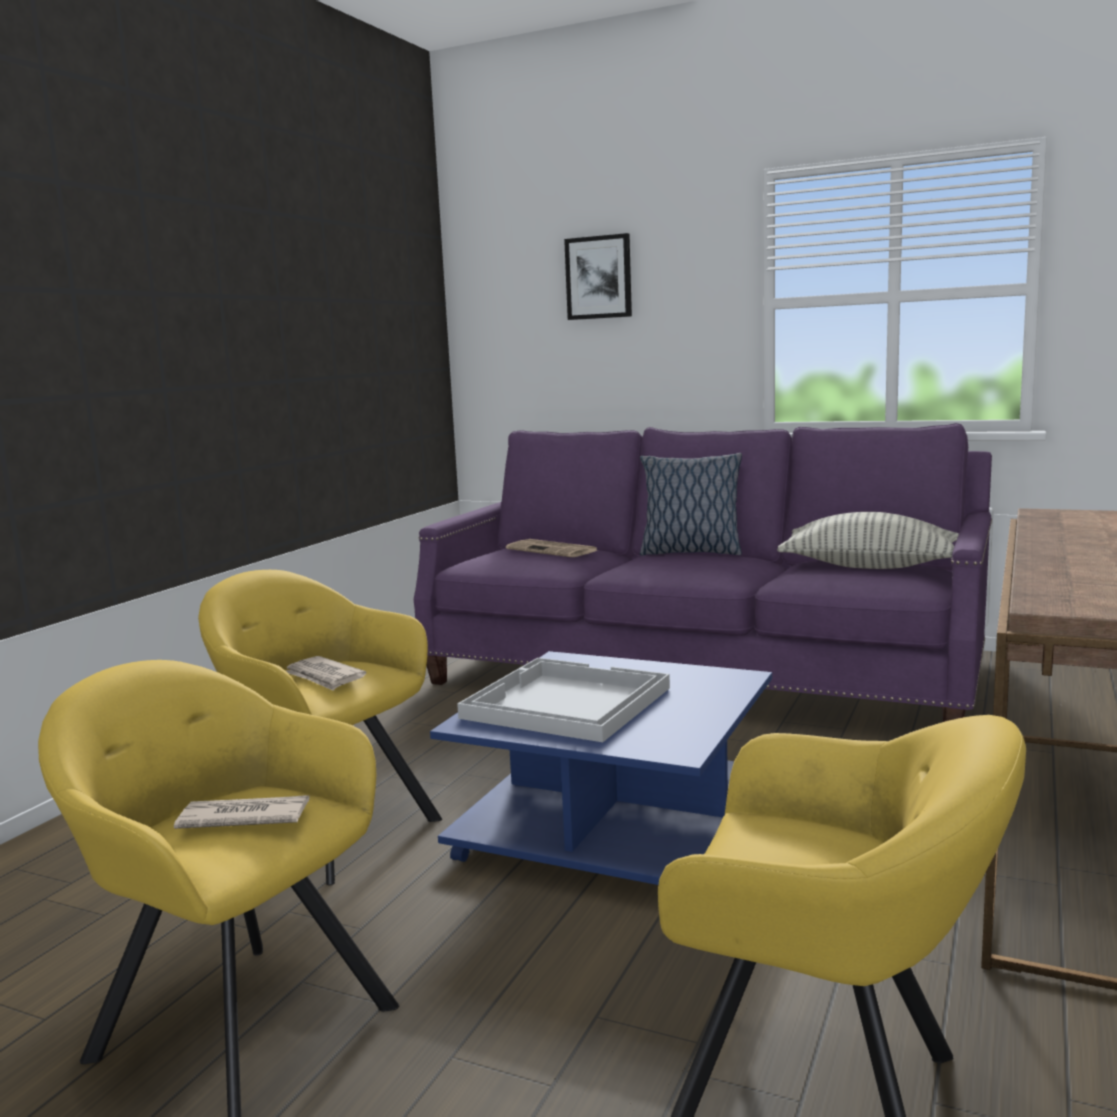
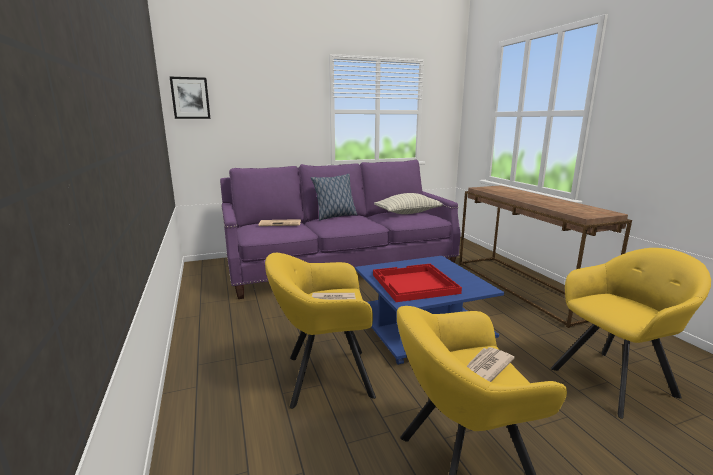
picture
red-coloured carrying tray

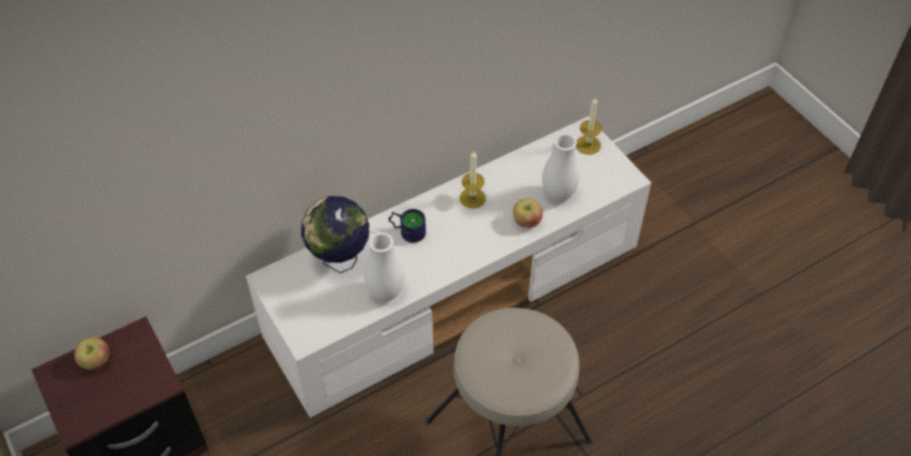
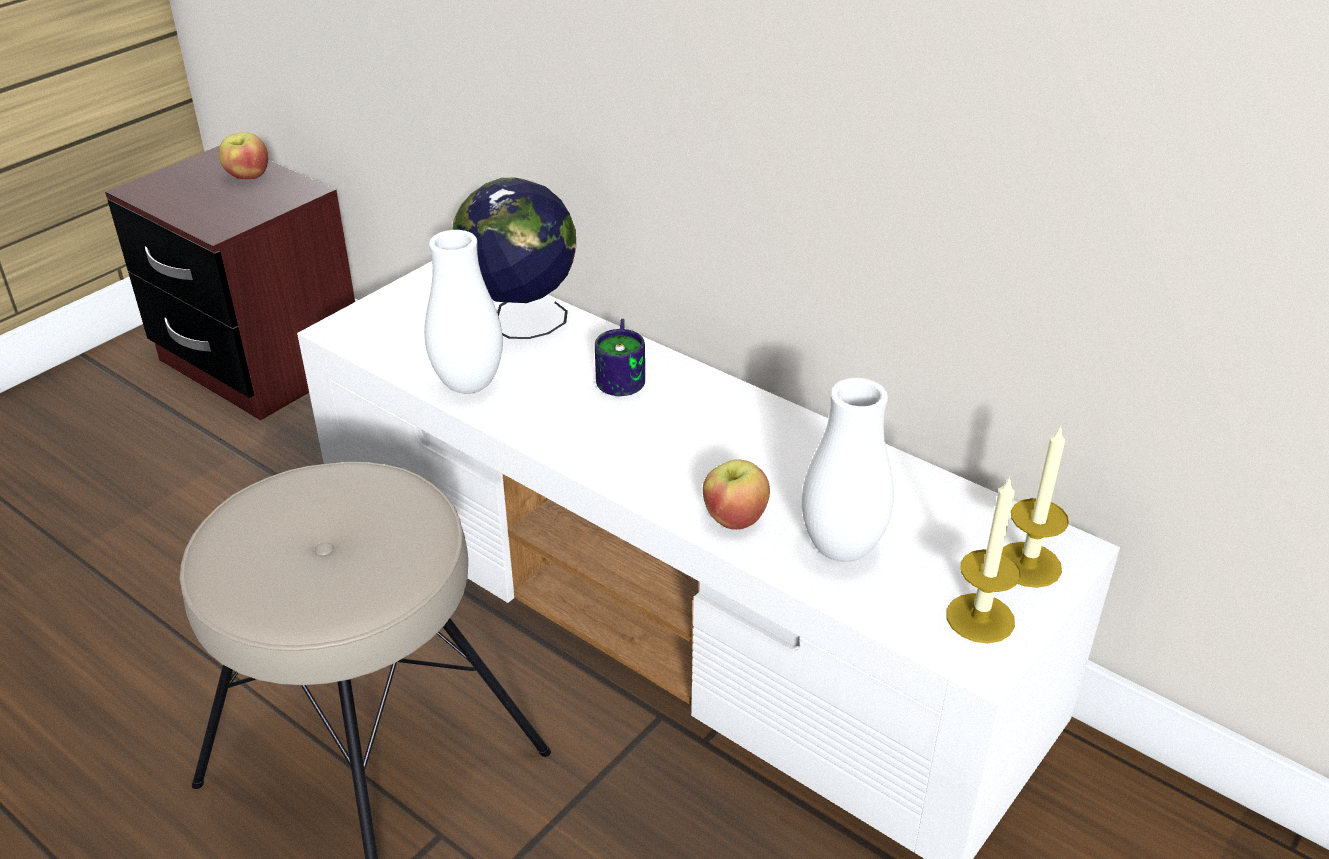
wax light (no. 1 from left)

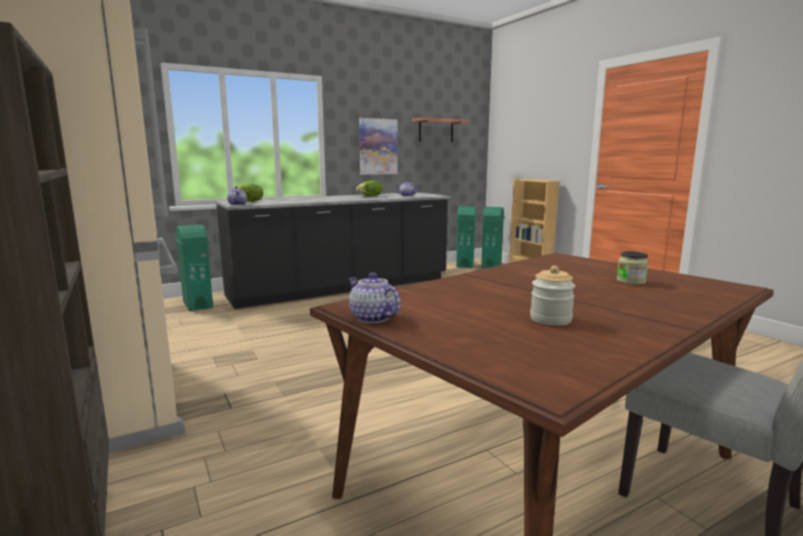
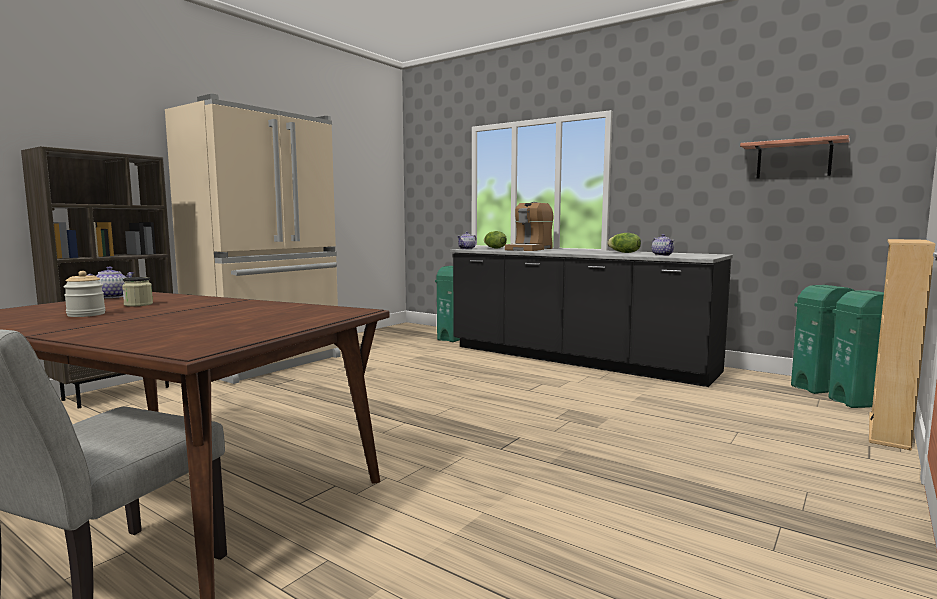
picture
coffee brewer
storage jar (no. 2 from left)

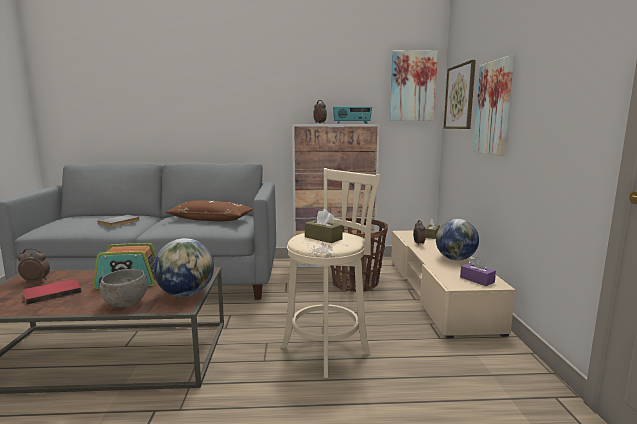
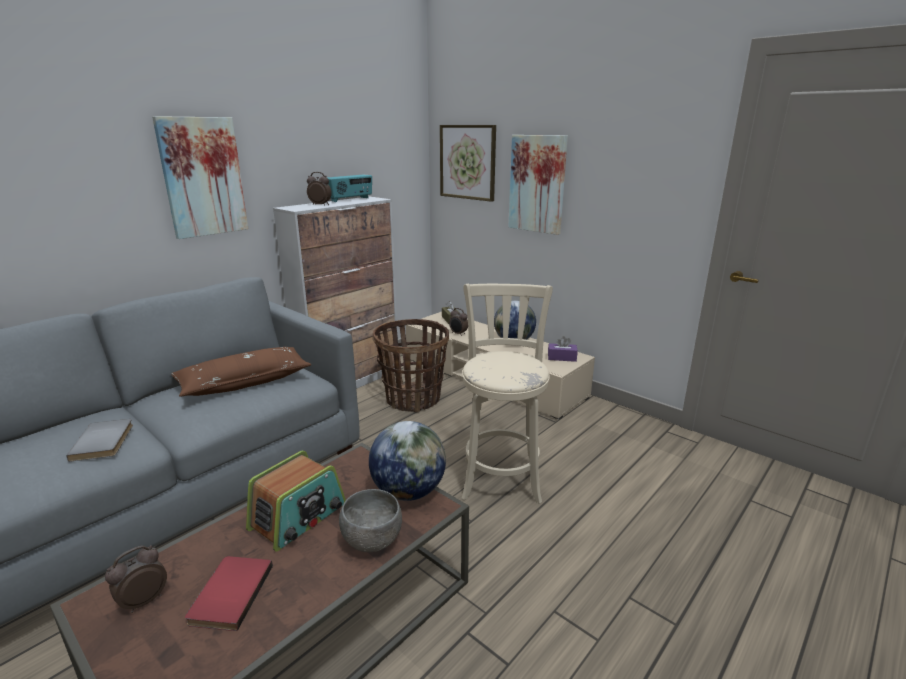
brown-coloured tissue box (no. 1 from left in the first image)
picture (no. 1 from left)

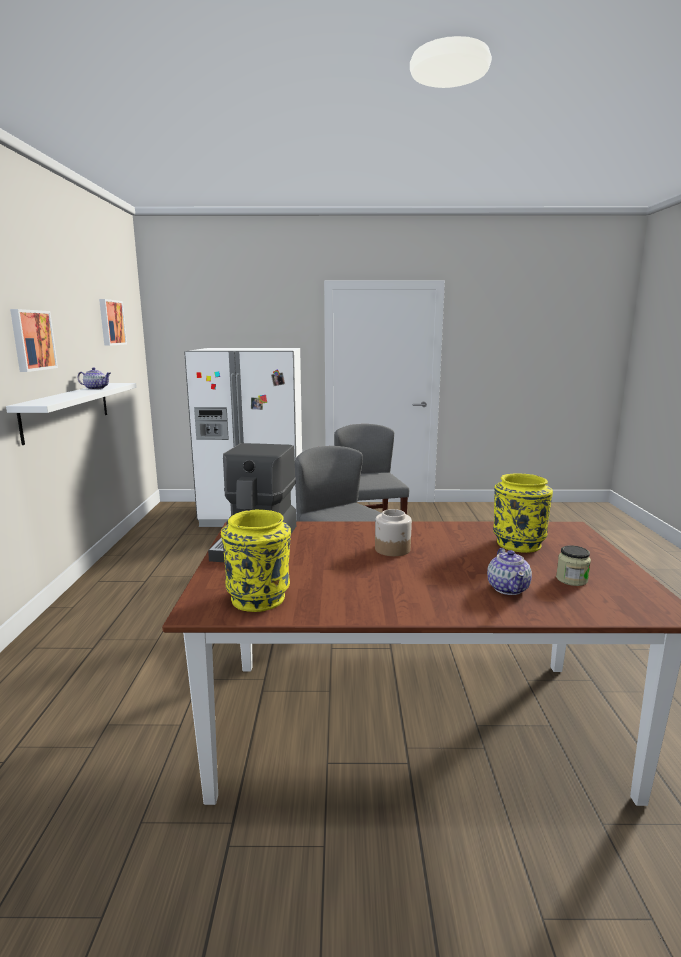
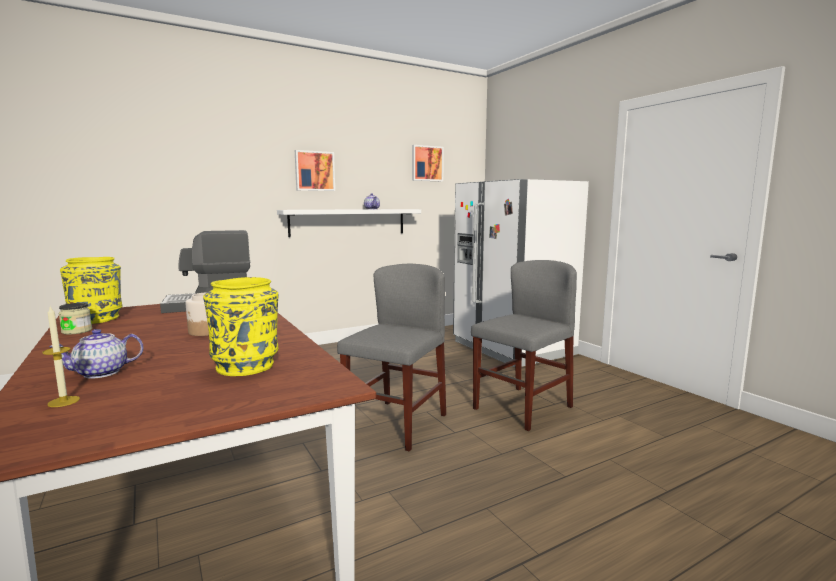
wax light
storage jar (no. 1 from left)

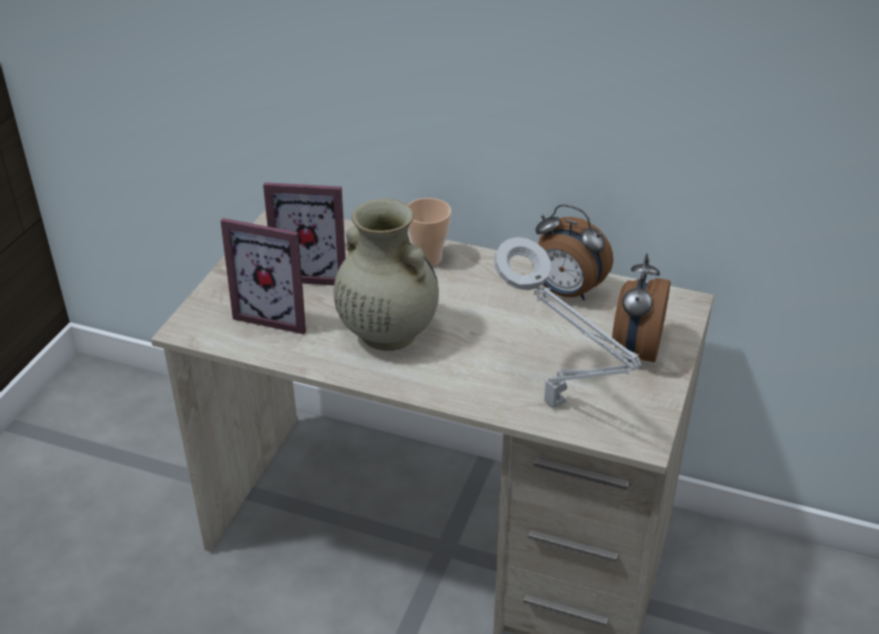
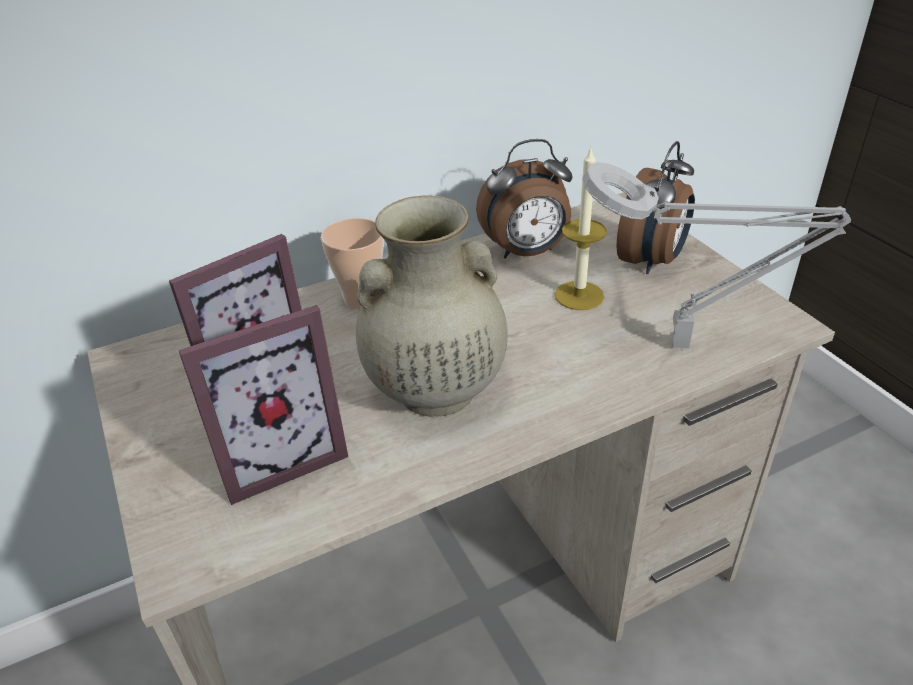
wax light
alarm clock (no. 2 from left)

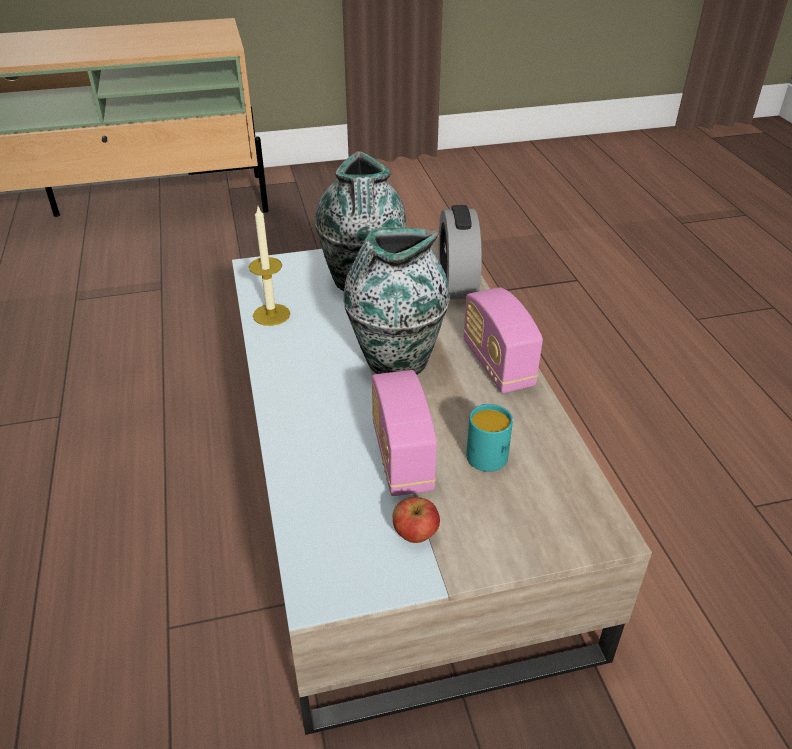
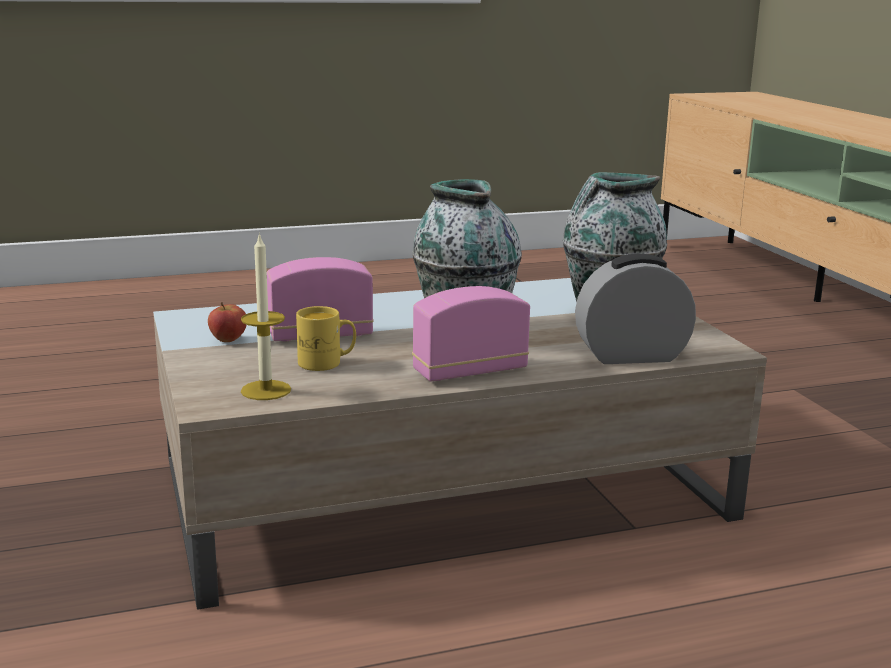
wax light
yellowish tea mug

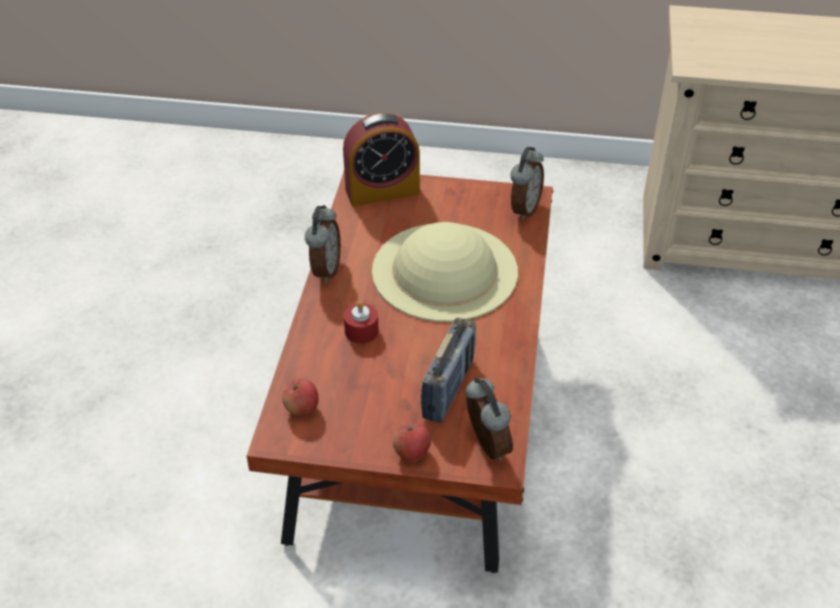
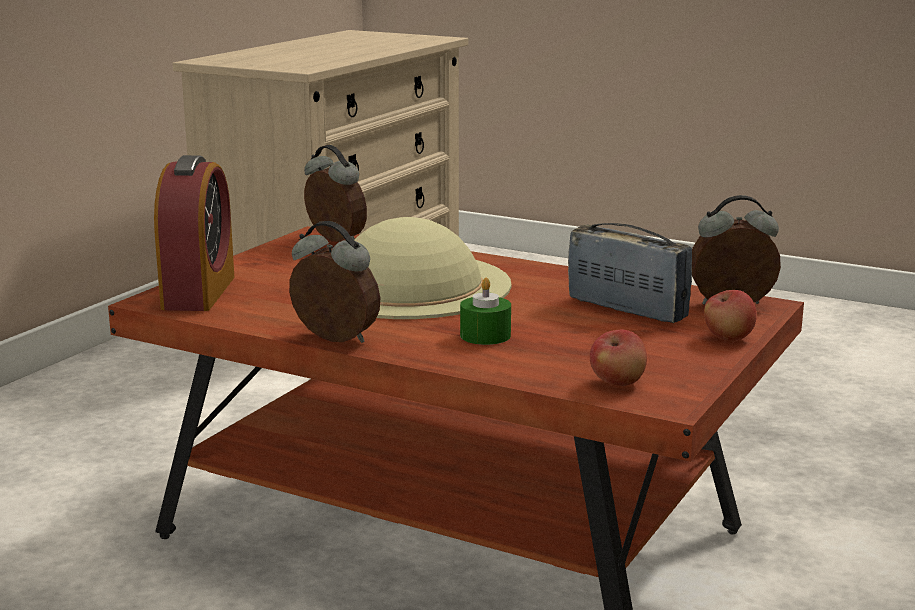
greenish wax light

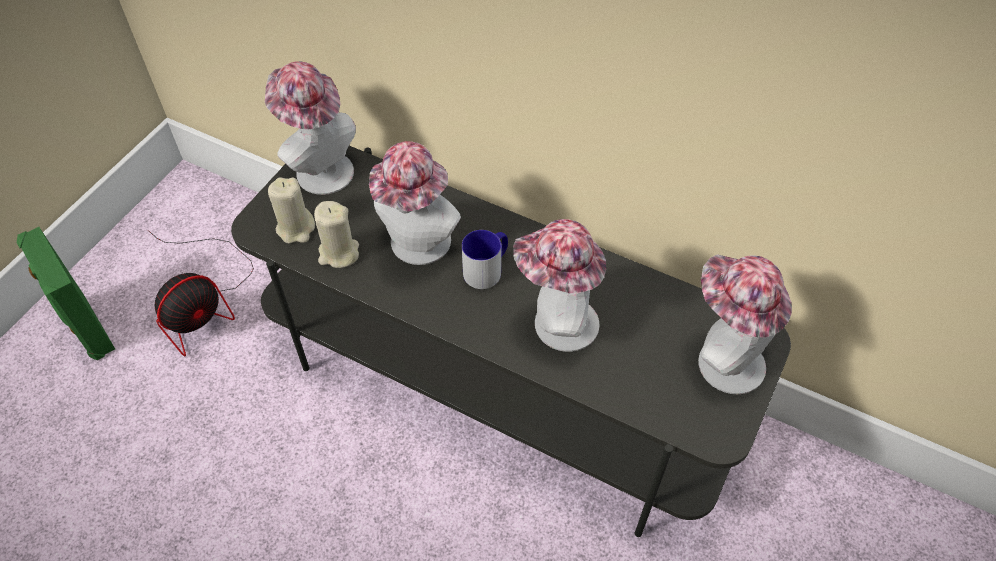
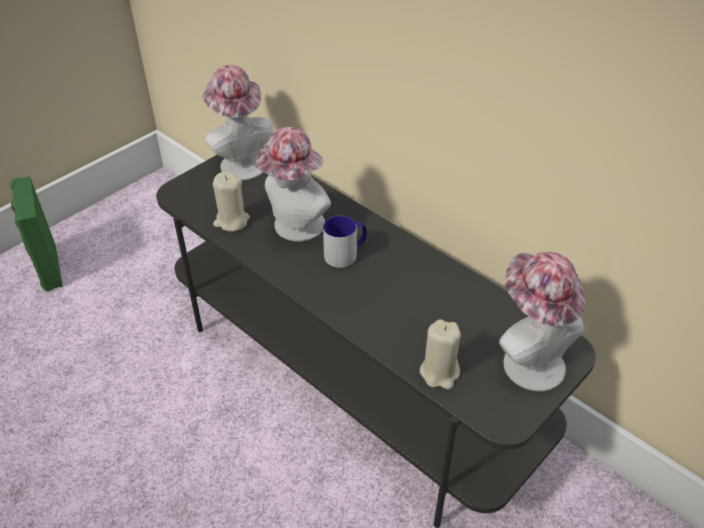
electric fan
wearable hat (no. 3 from left in the first image)
sand-coloured wax light (no. 2 from left)

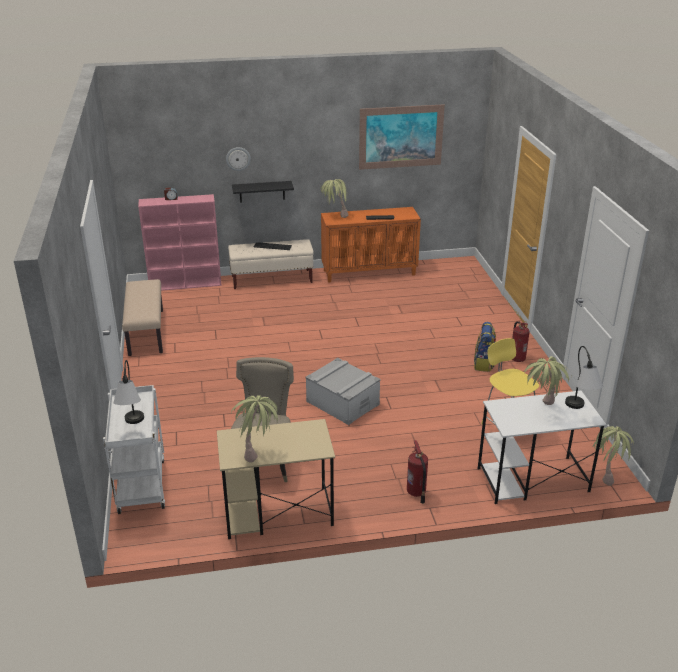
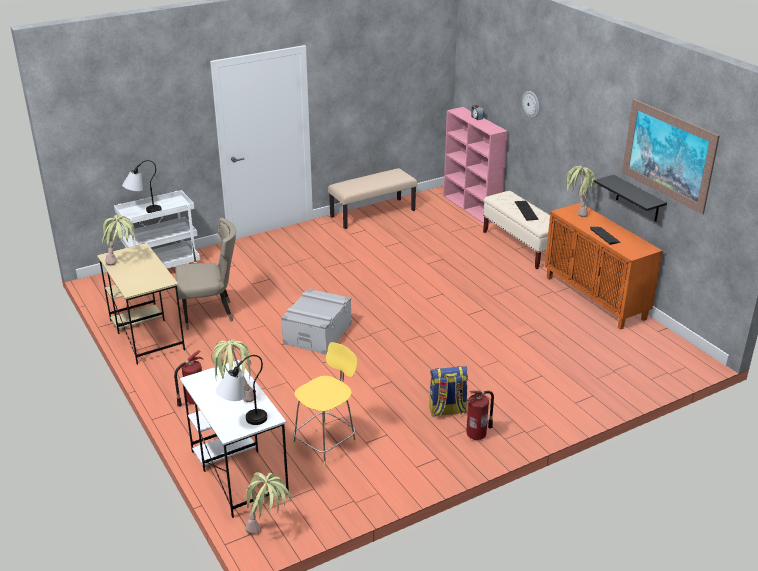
blackish wall shelf

